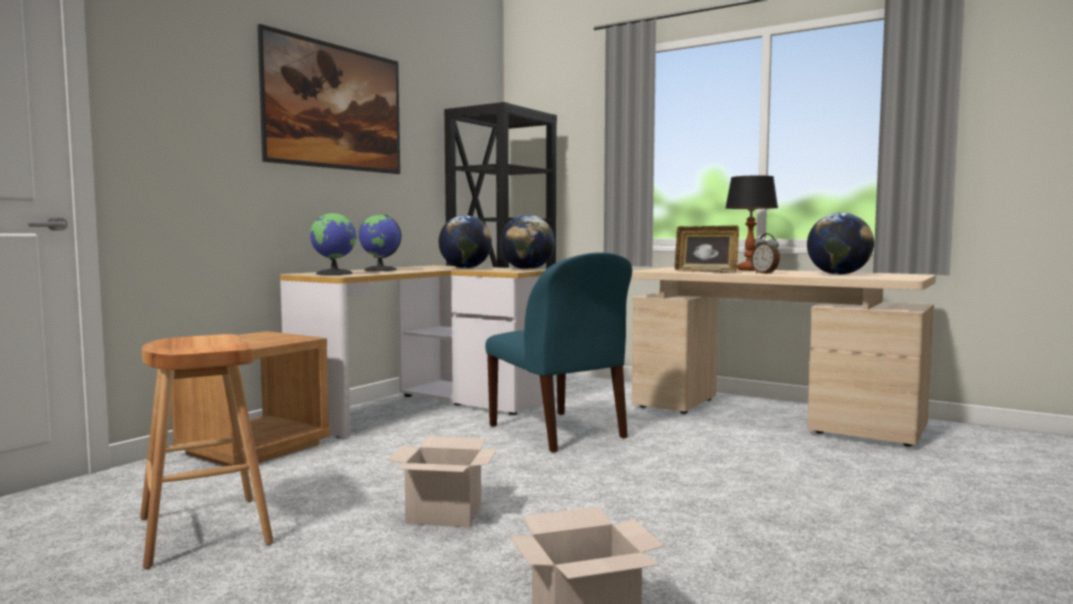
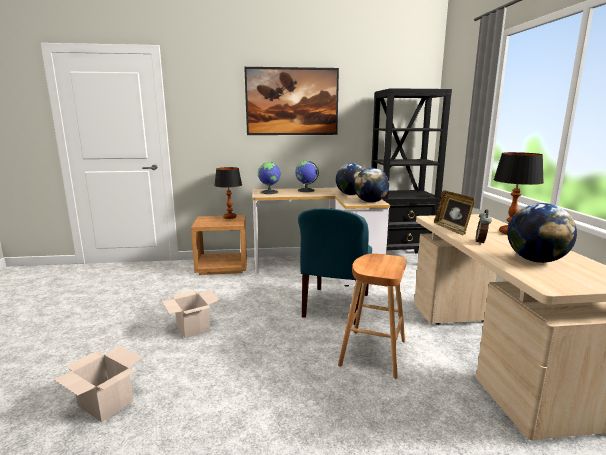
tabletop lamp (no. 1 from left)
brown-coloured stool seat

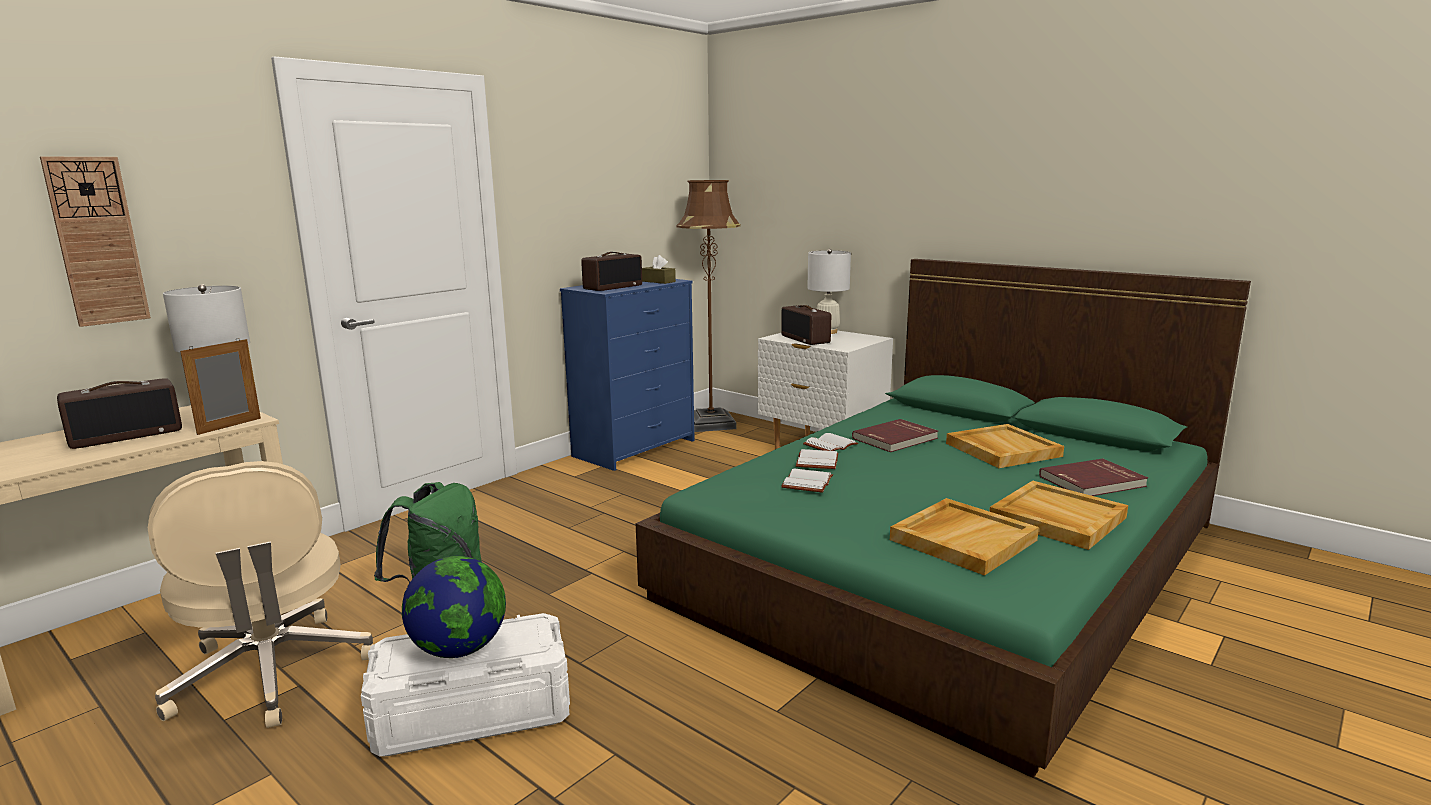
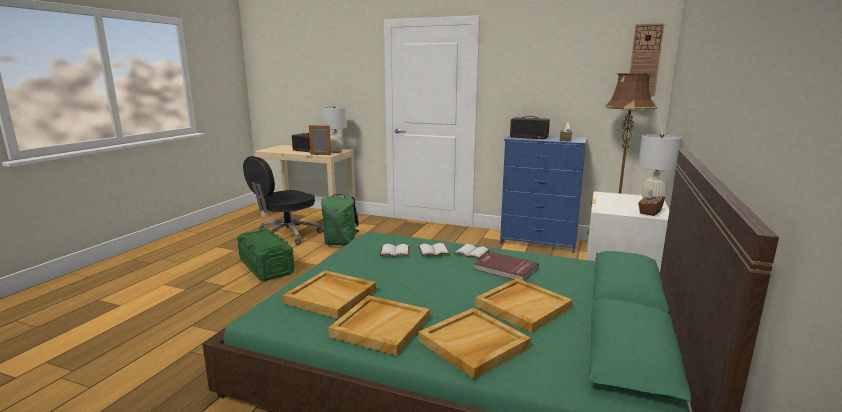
desk globe
radio set (no. 3 from left in the first image)
brown-coloured tissue box (no. 2 from left)
hanging clock
sand-coloured carrying tray (no. 3 from left)
blackish computer chair
greenish storage container

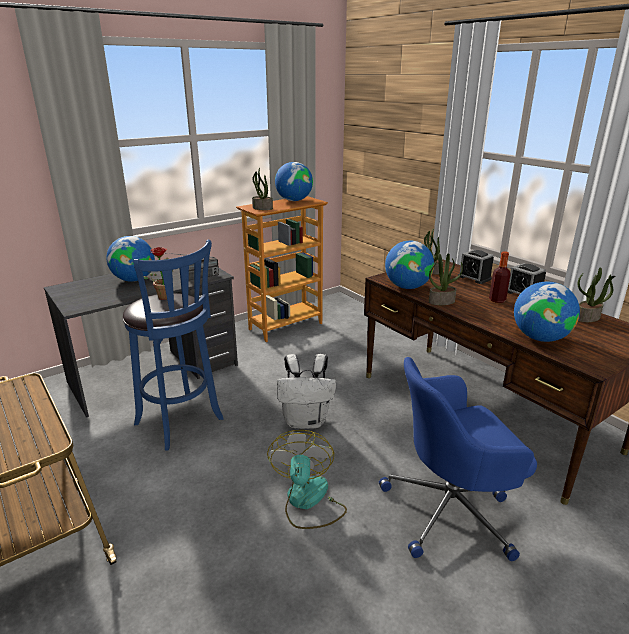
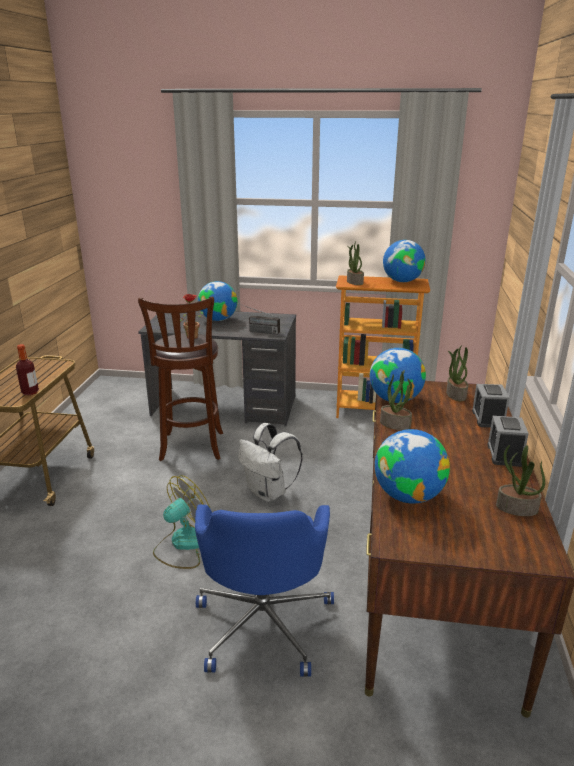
beverage bottle
brown-coloured stool seat
bluish computer chair

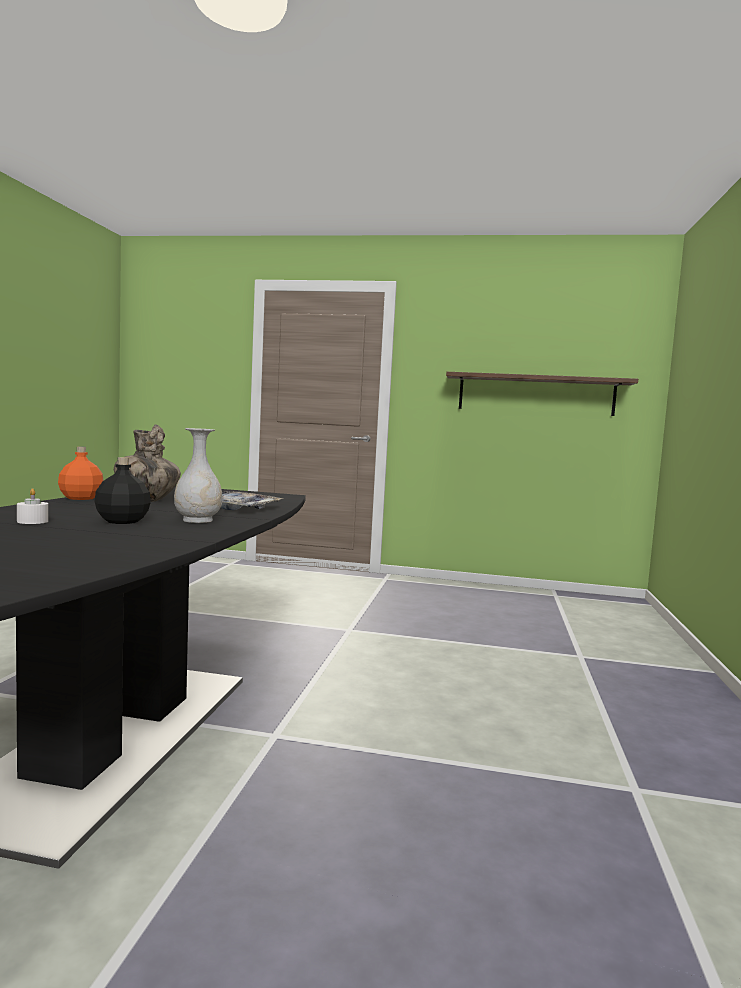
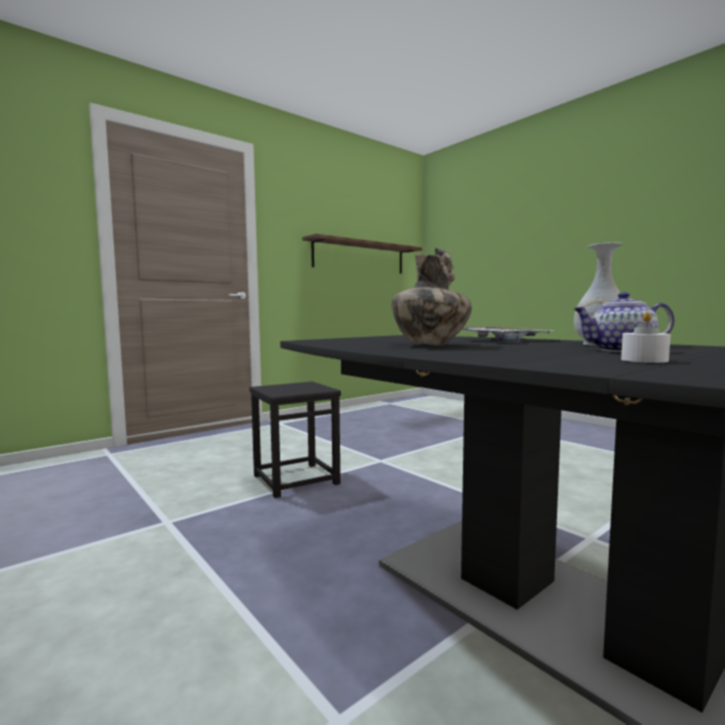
orange beverage bottle
blackish stool seat
teapot

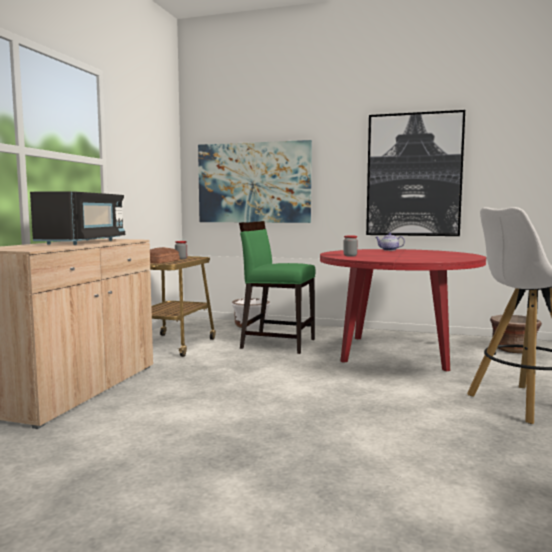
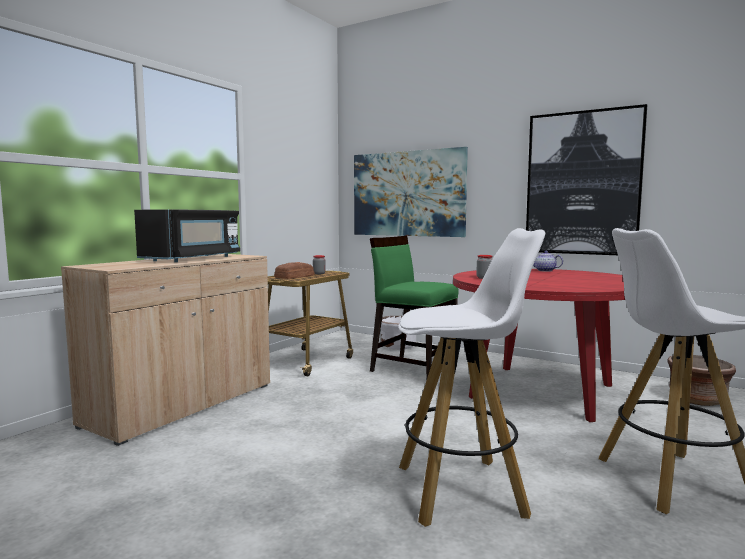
white stool seat (no. 1 from left)

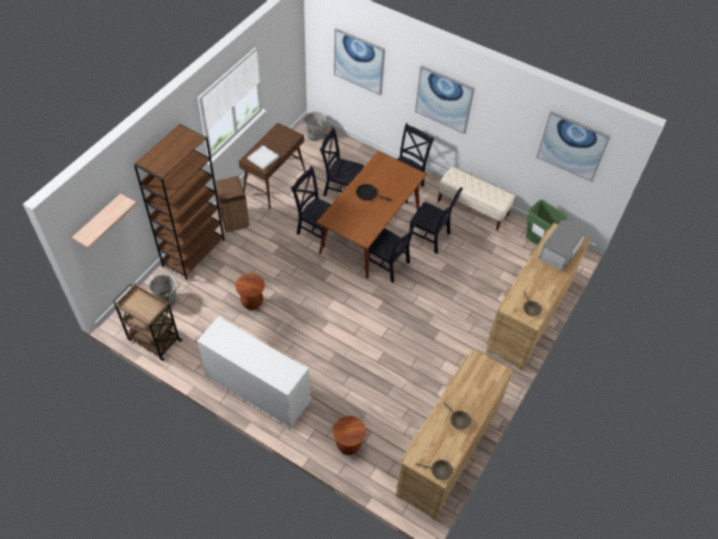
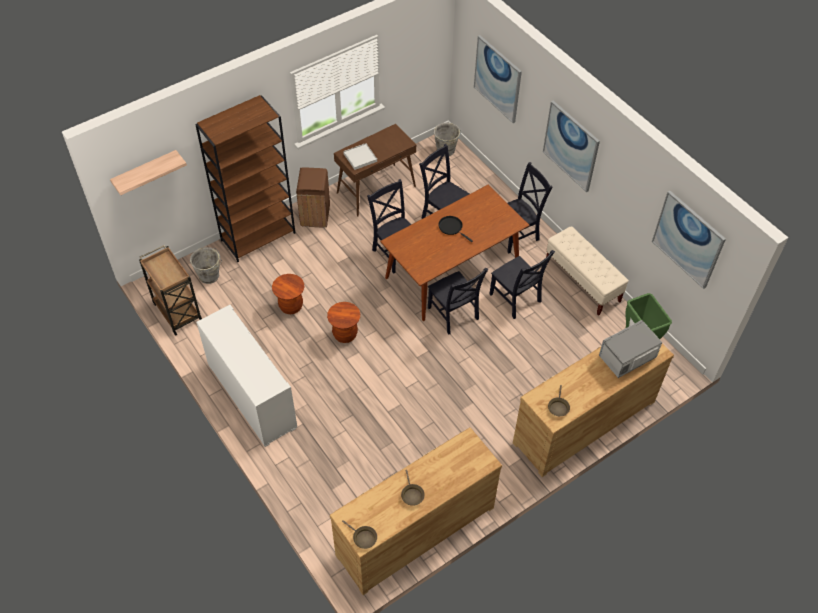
brown-coloured stool seat (no. 2 from left)

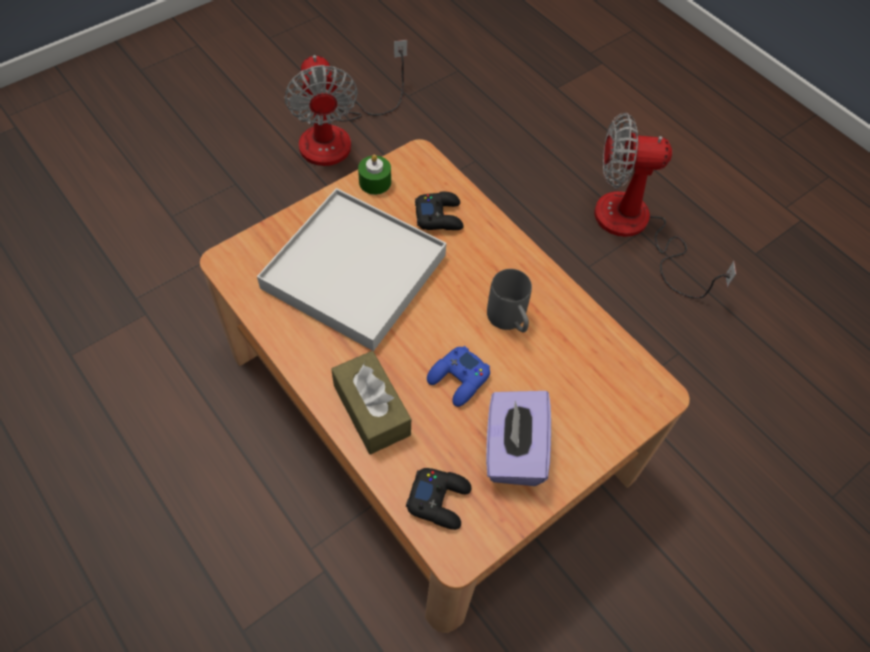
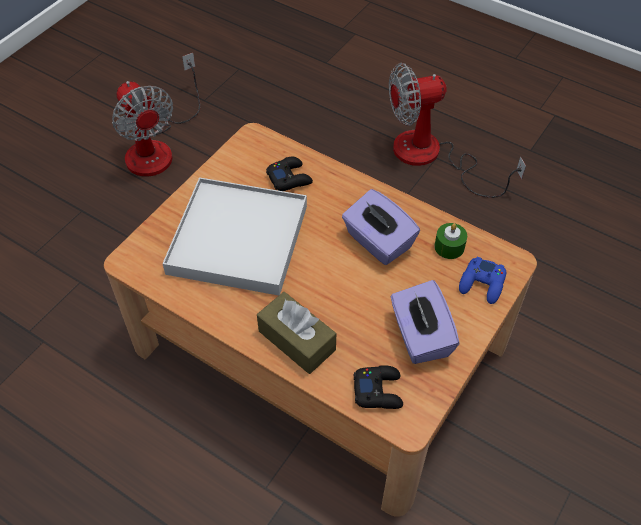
greenish wax light
bluish game controller
purplish tissue box (no. 1 from left)

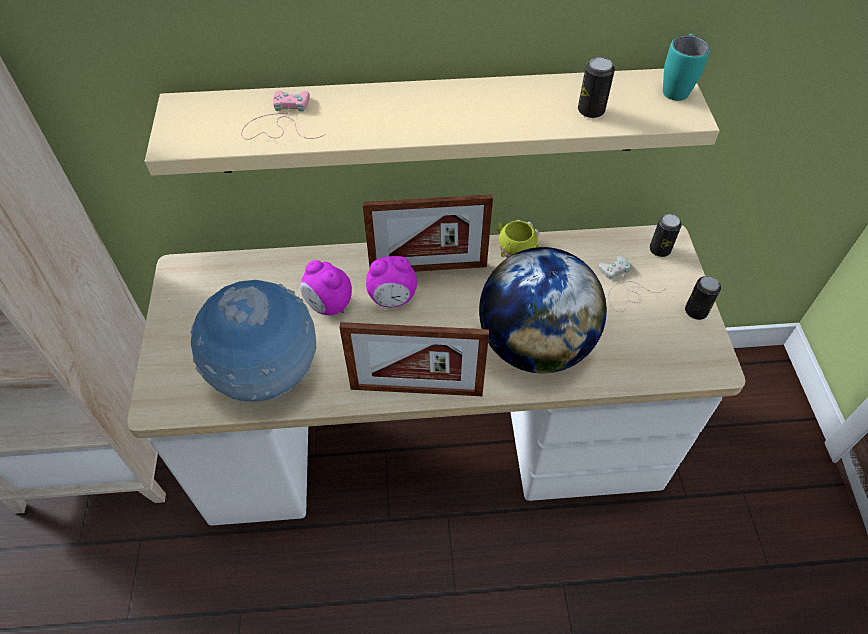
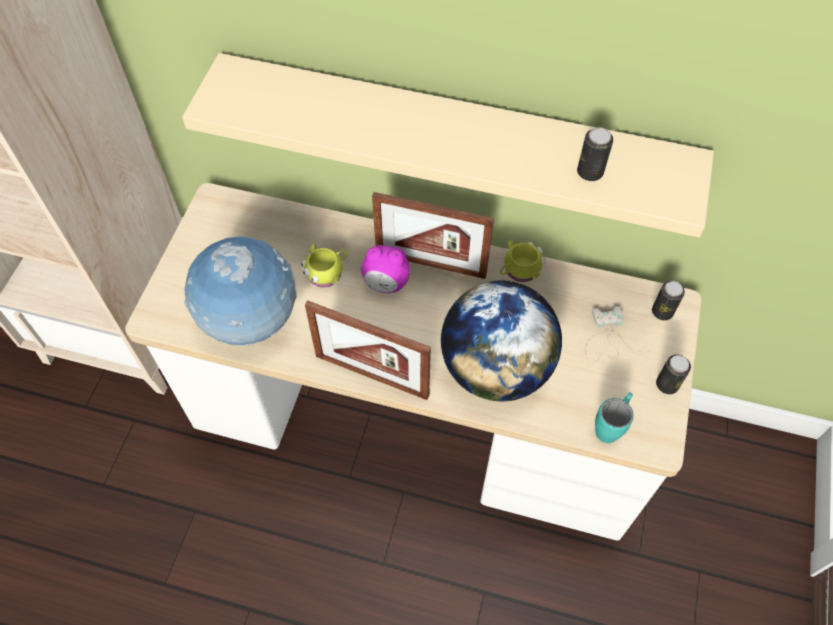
pinkish game controller
turquoise-coloured tea mug
yellowish tea mug (no. 1 from left)

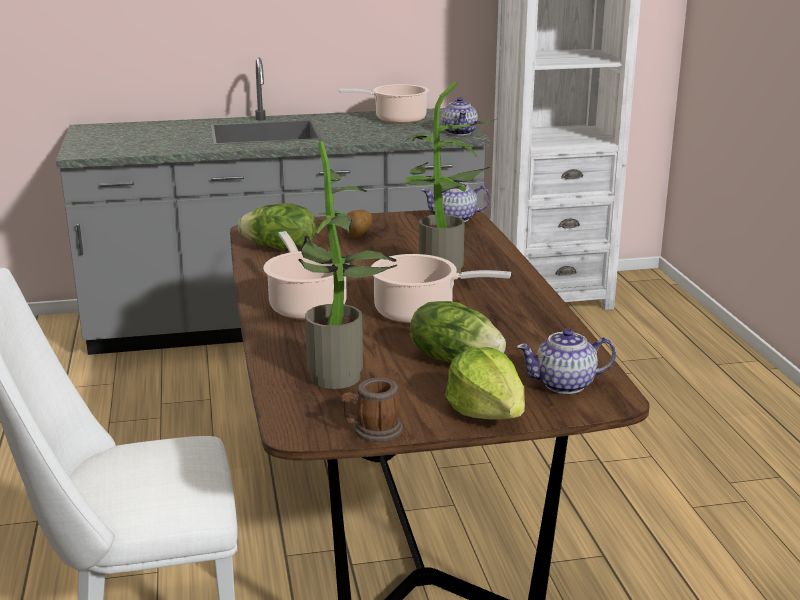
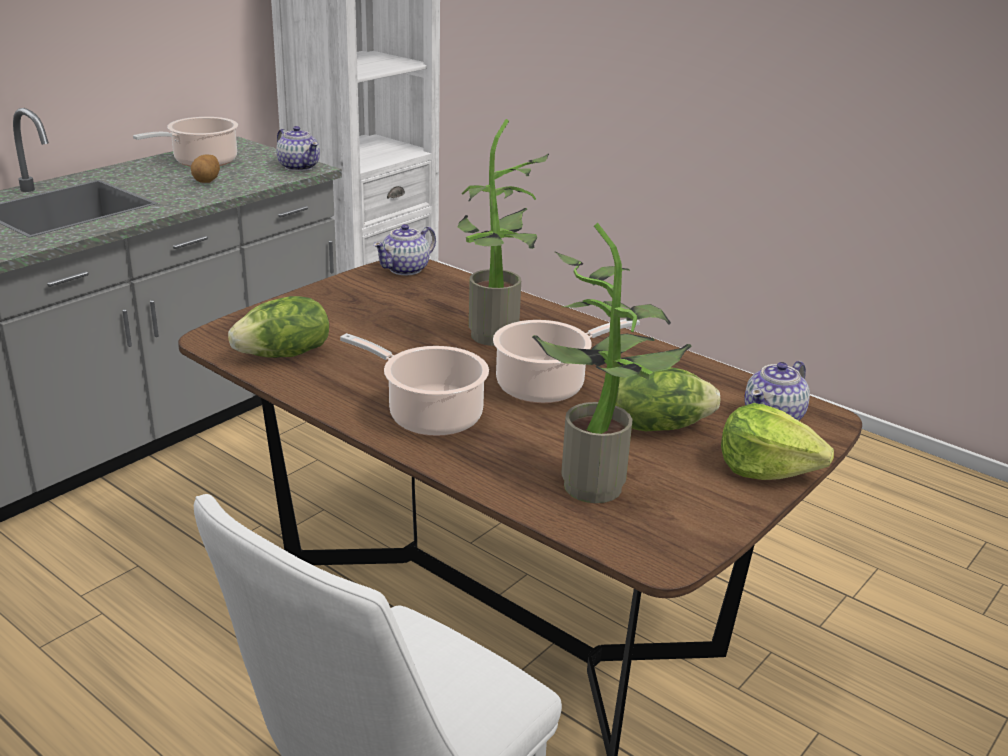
tea mug
spud

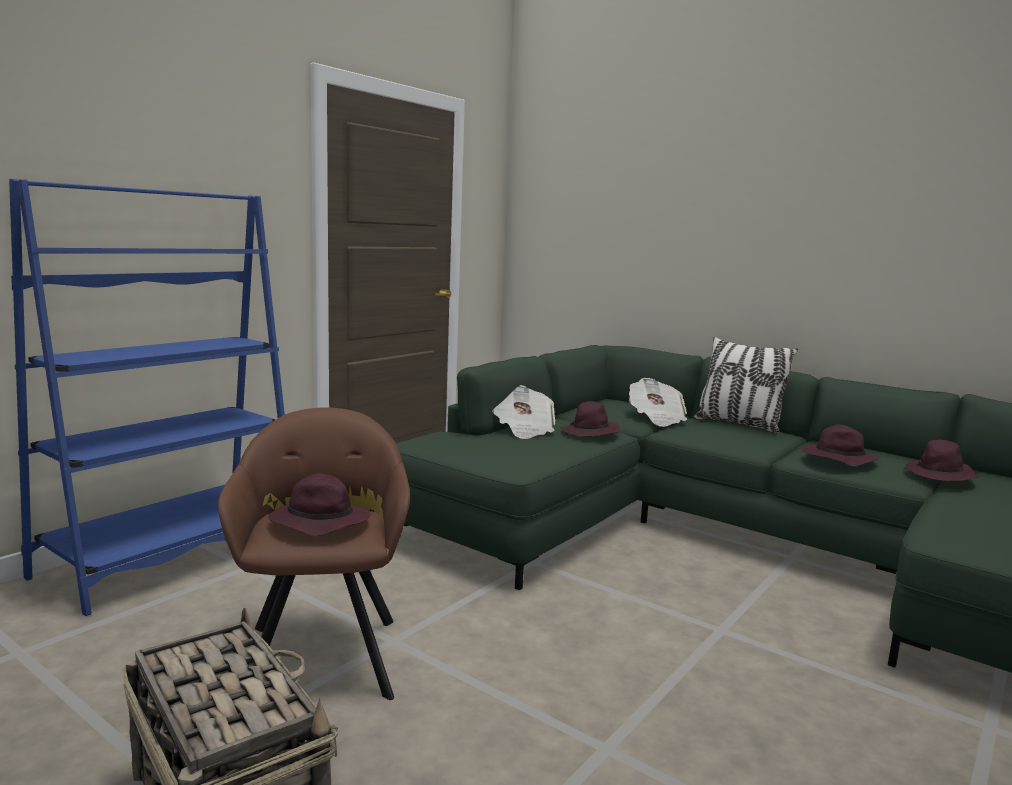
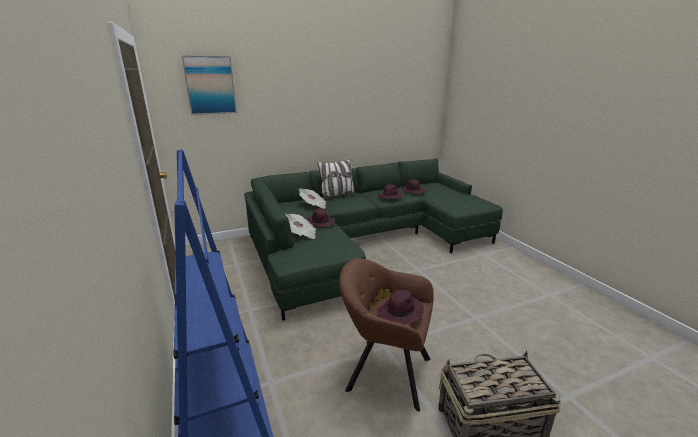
picture

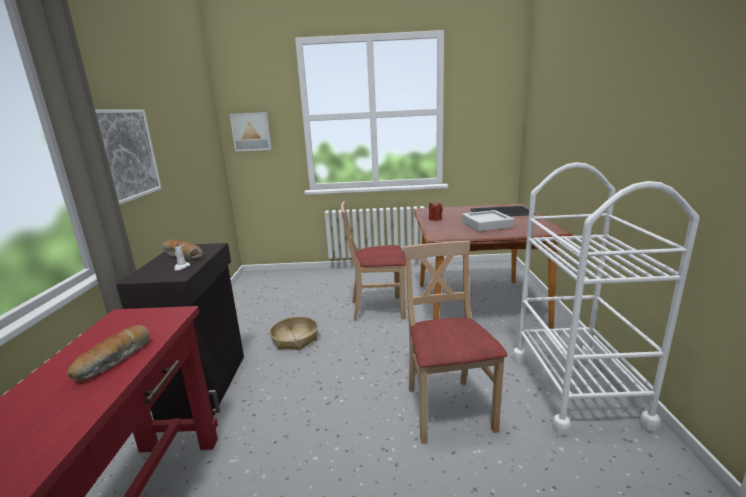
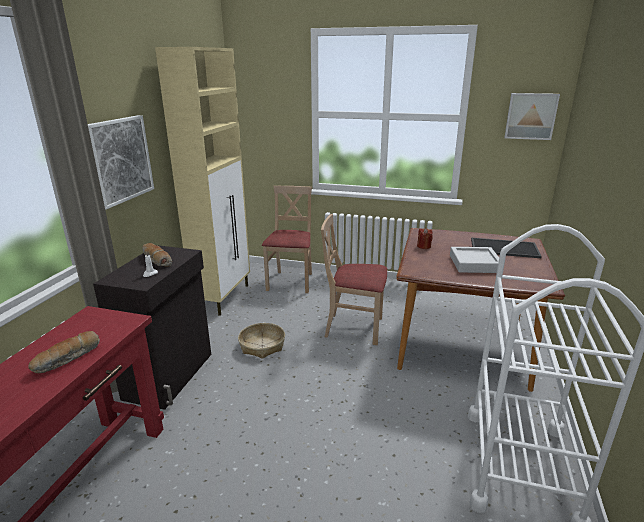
sand-coloured cabinet
picture (no. 2 from left)
sand-coloured plain chair (no. 1 from left)

